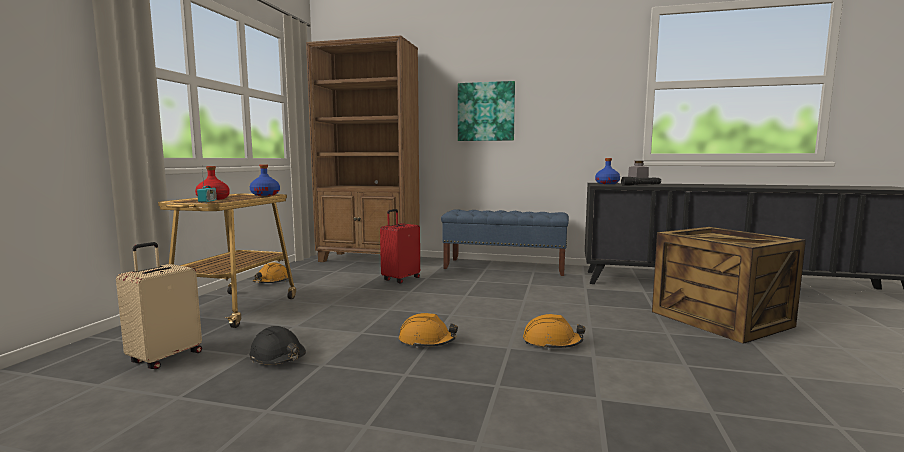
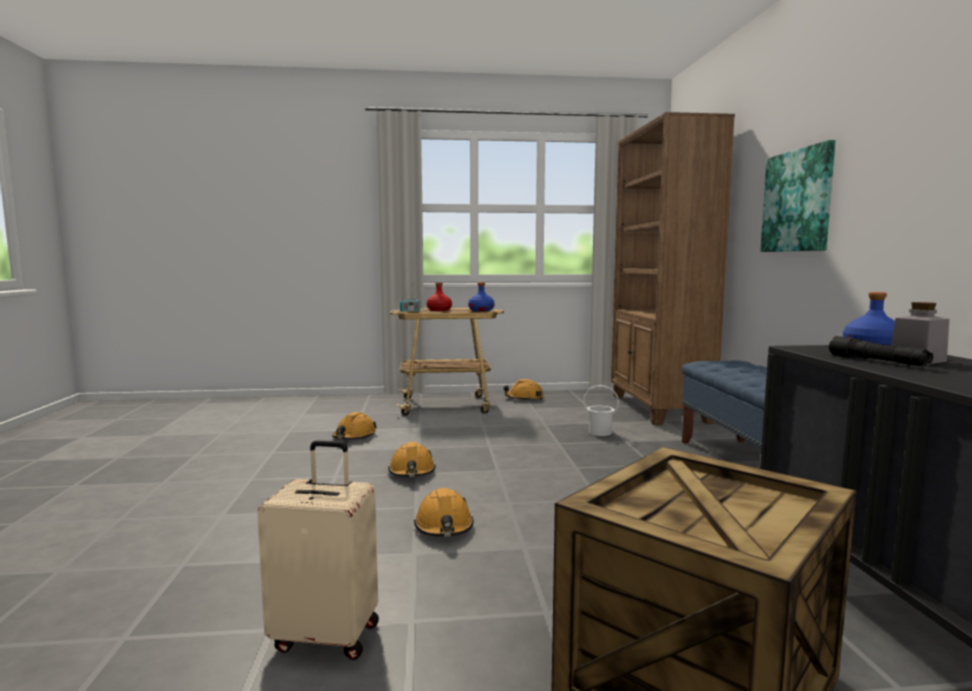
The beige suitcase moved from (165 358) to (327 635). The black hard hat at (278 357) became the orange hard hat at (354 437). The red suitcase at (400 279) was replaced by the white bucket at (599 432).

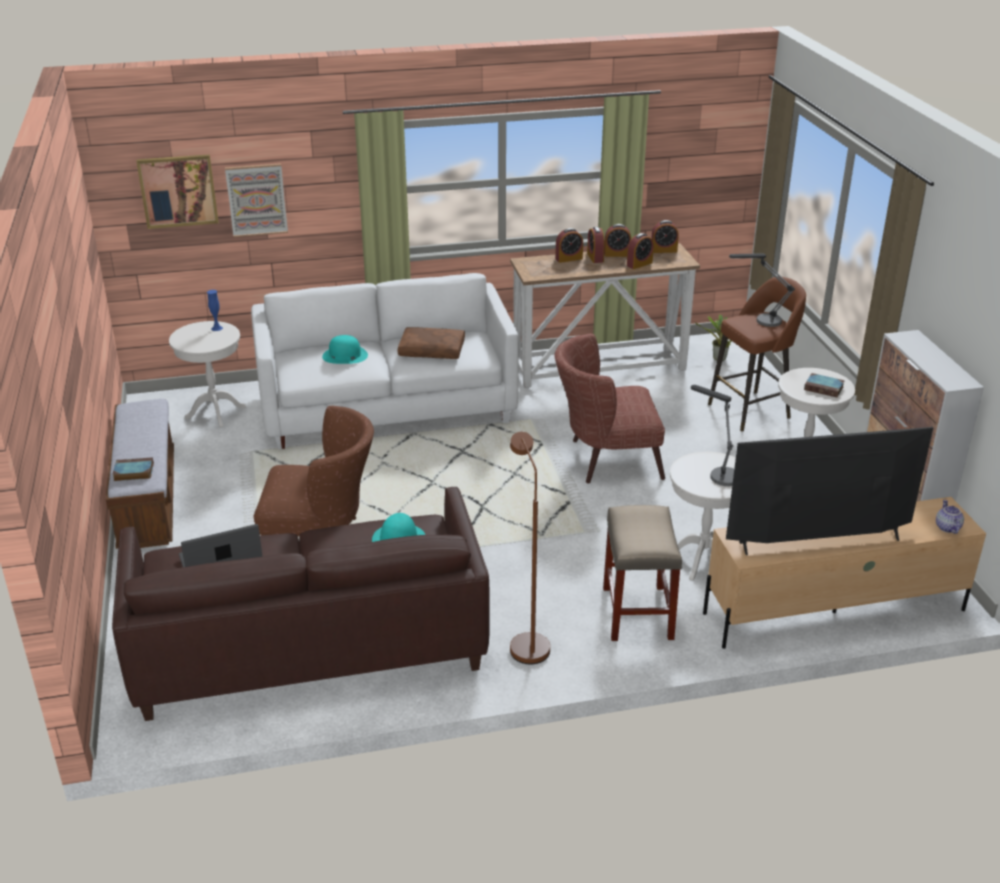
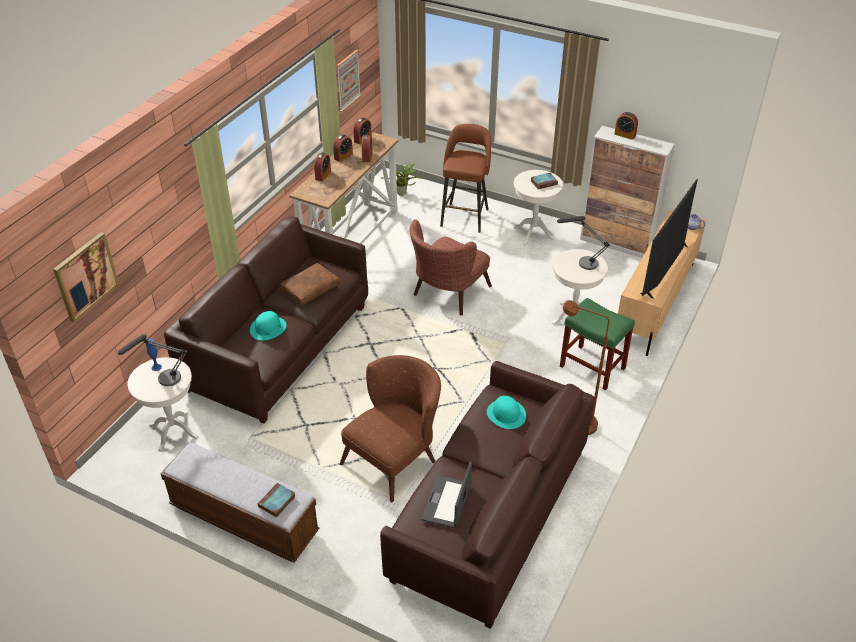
The table lamp moved from (761 320) to (163 381). The white sofa at (388 407) became the brown sofa at (279 347). The picture moved from (256 200) to (348 80). The beige stool at (637 612) became the green stool at (591 367). The alarm clock moved from (595 257) to (625 135).

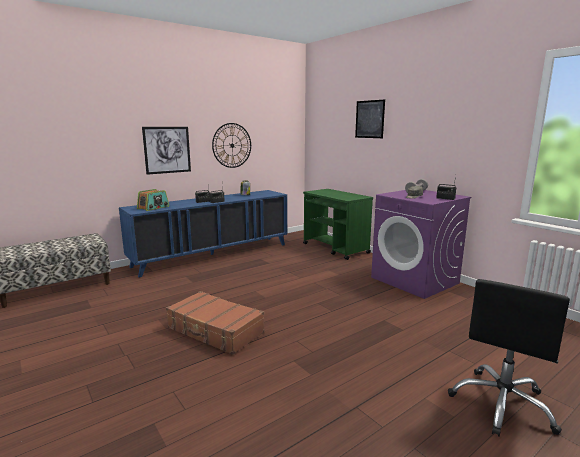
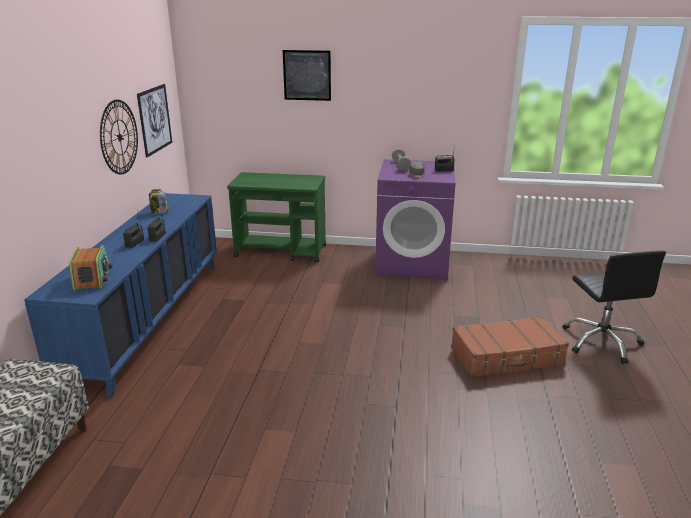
The picture moved from (167 150) to (155 119). The brown suitcase moved from (215 331) to (507 357).

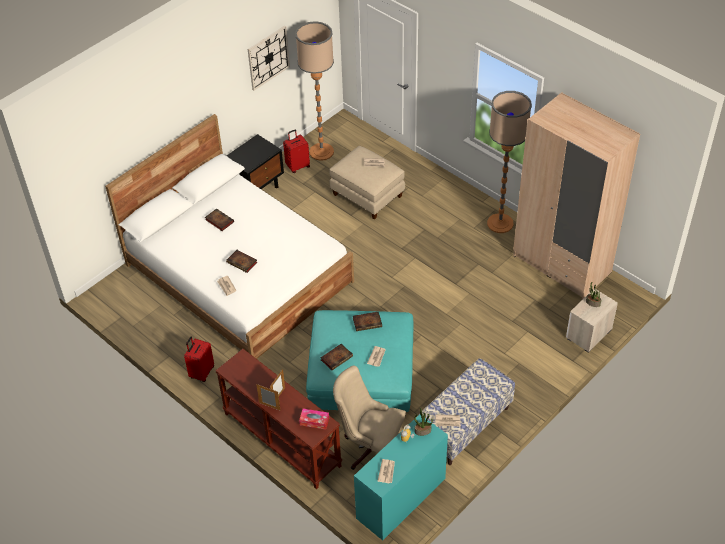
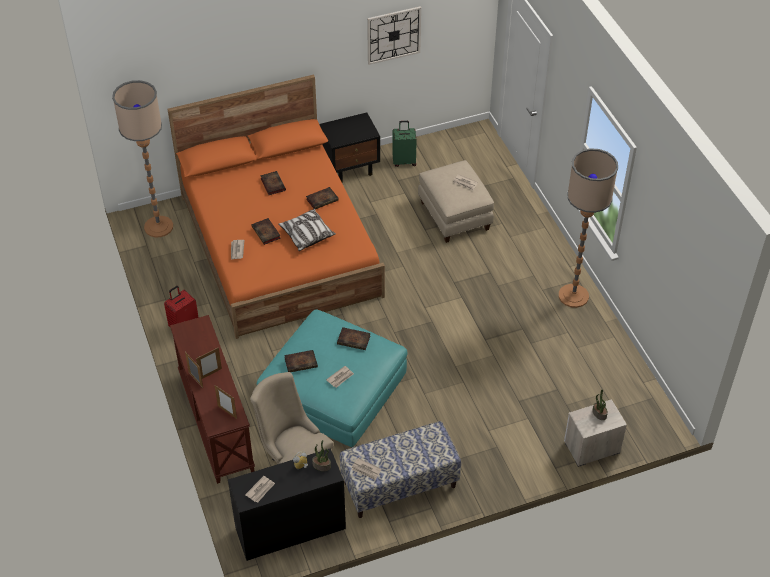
The floor lamp moved from (321 152) to (158 227). The white bed at (238 272) became the orange bed at (280 245). The tissue box at (314 421) was replaced by the picture frame at (227 412). The turquoise desk at (401 498) became the black desk at (290 529). The pillow at (307 235) appeared. The book at (322 199) appeared. The red suitcase at (297 166) became the green suitcase at (404 161). The beige wardrobe at (561 264) disappeared.

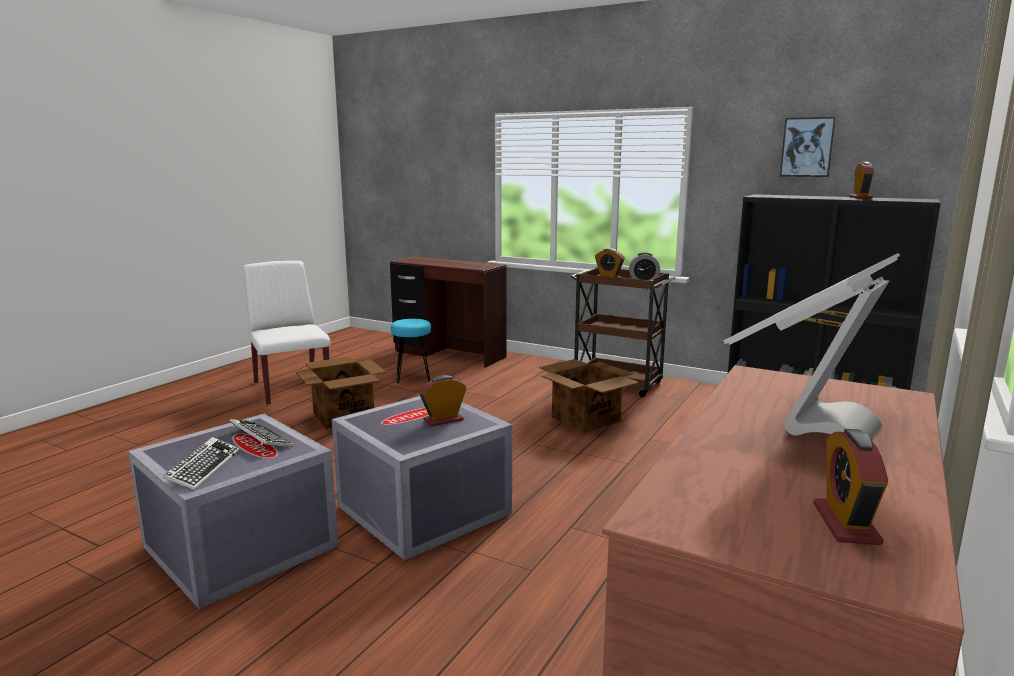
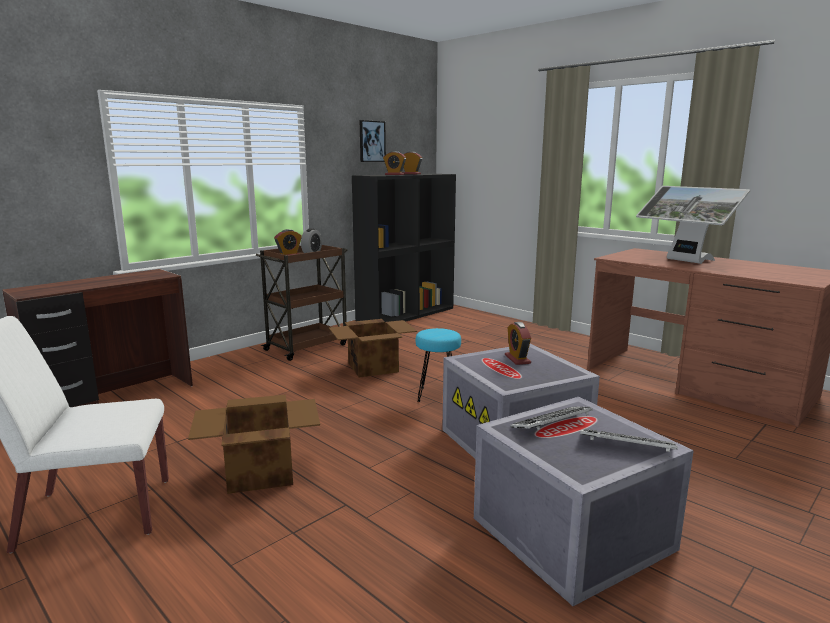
The alarm clock moved from (845 523) to (394 174). The turquoise stool moved from (412 377) to (437 395).

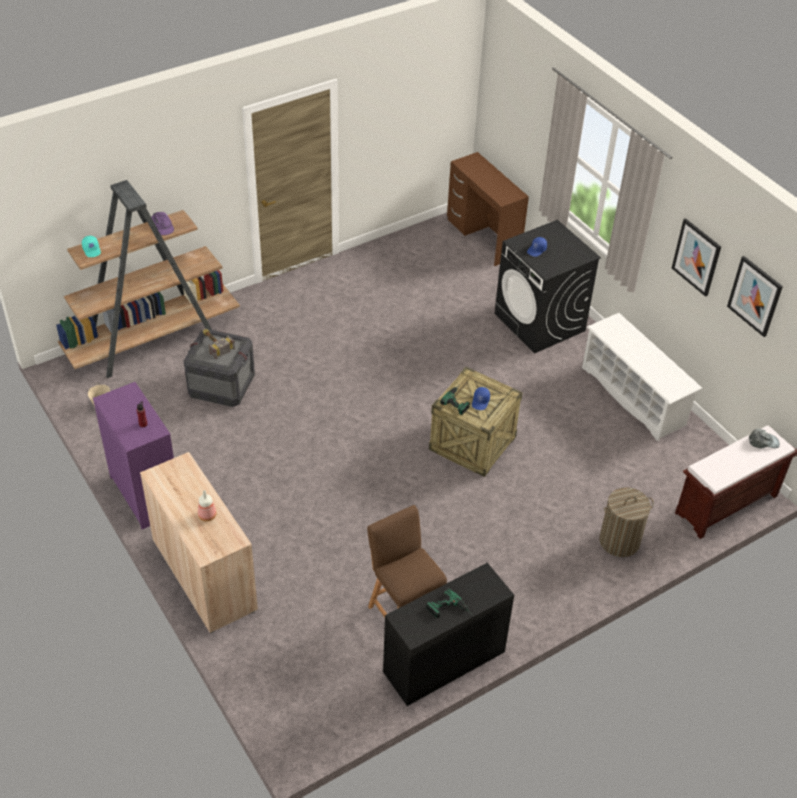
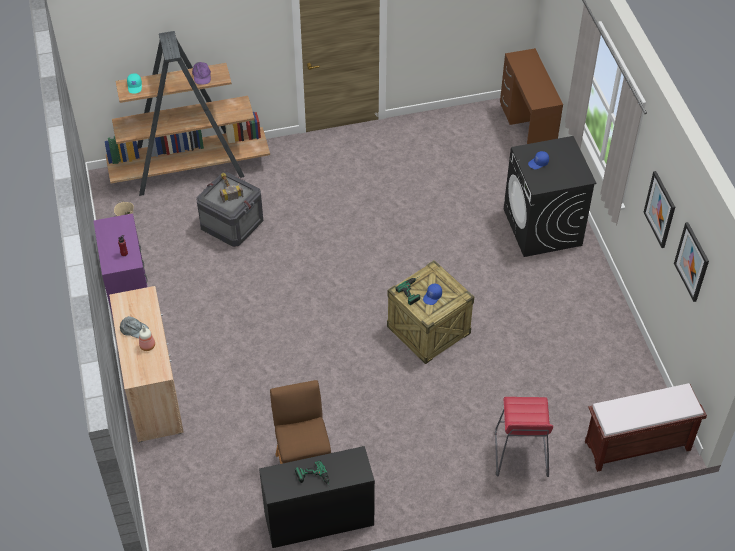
The grey cap moved from (763 441) to (134 329). The laundry basket at (619 541) was replaced by the red stool at (520 454). The white shoe rack at (633 396) disappeared.

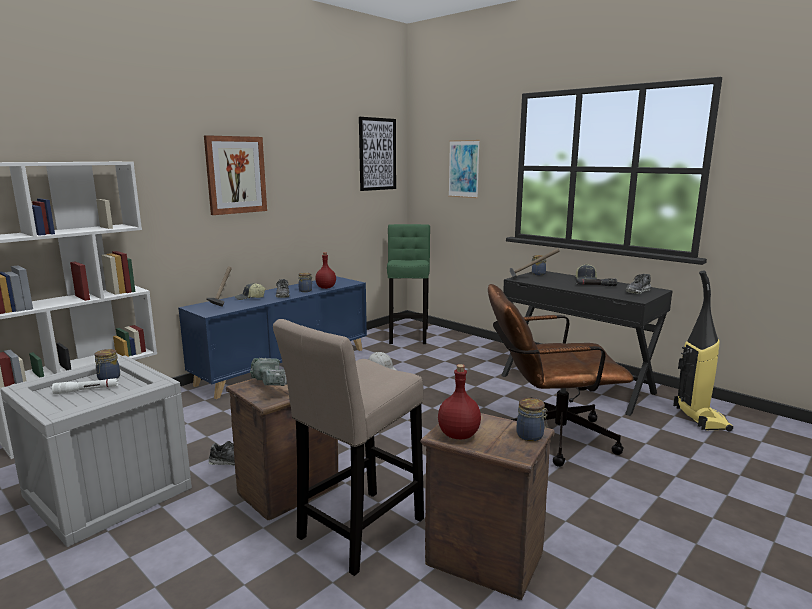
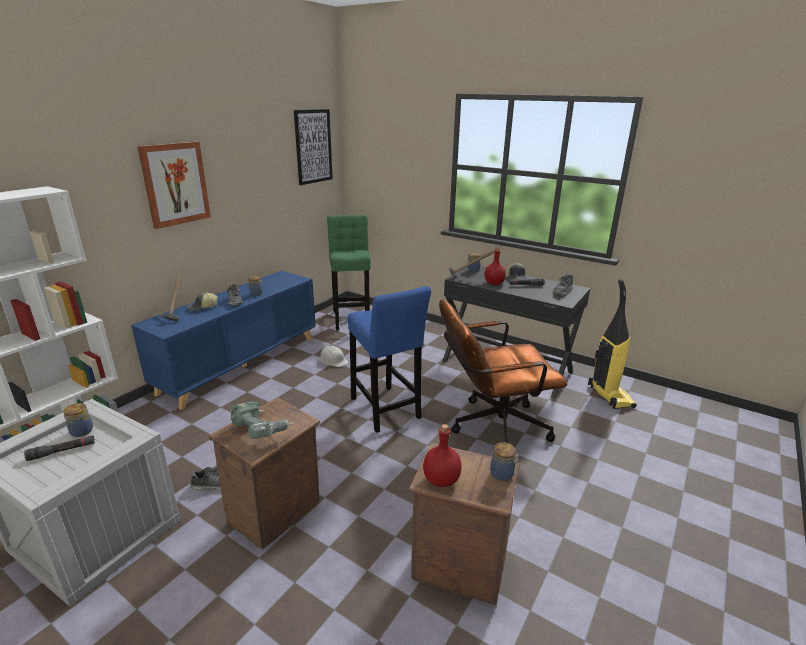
The white flashlight at (87 390) became the black flashlight at (62 451). The blue stool at (386 410) appeared. The red bottle moved from (325 288) to (494 283). The beige stool at (357 532) disappeared. The picture at (464 169) disappeared.

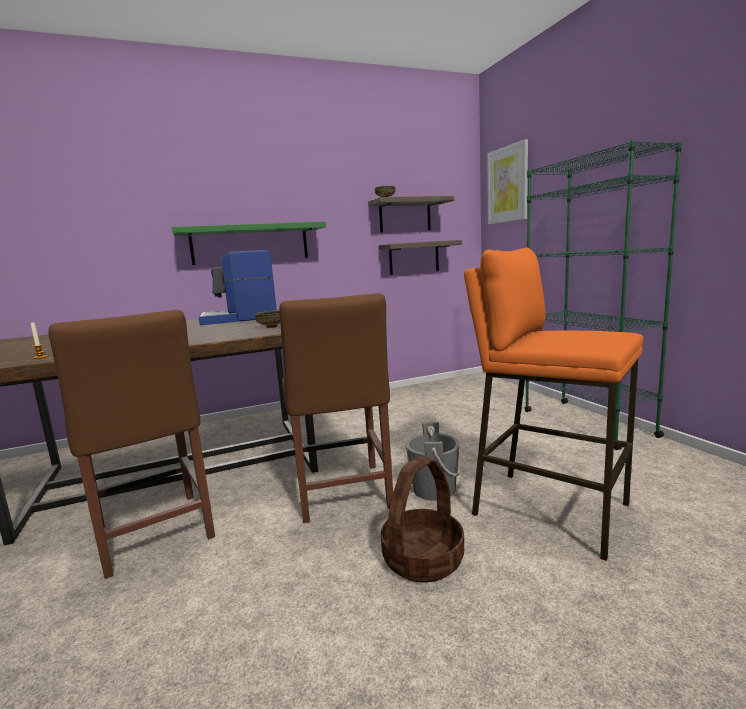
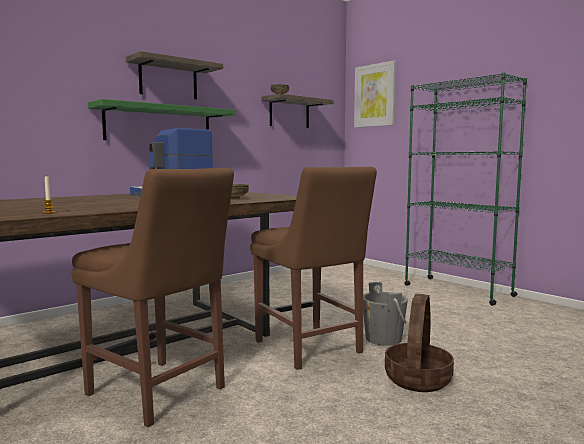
The shelf moved from (414 258) to (168 79). The orange stool at (549 509) disappeared.

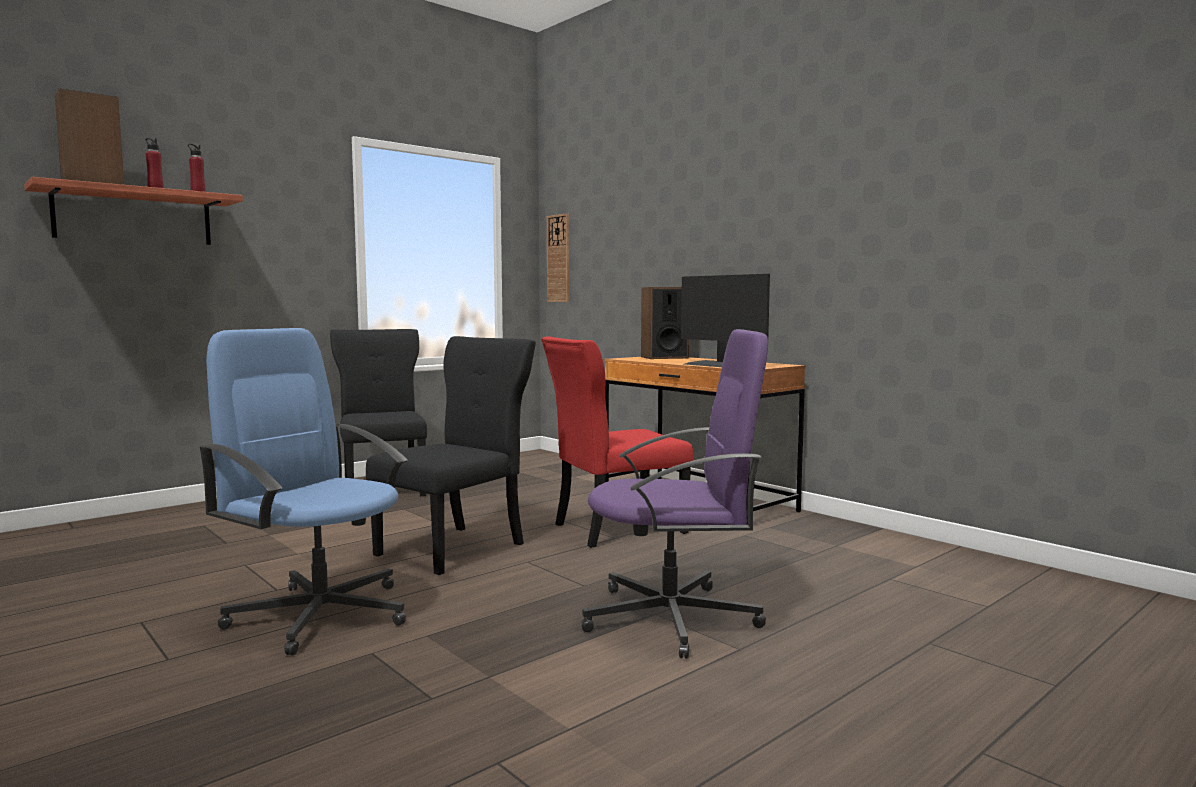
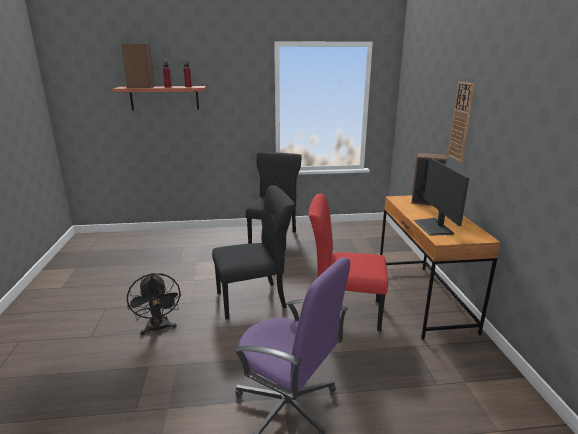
The blue office chair at (320 614) was replaced by the black fan at (158 329). The wall clock moved from (558 258) to (461 122).

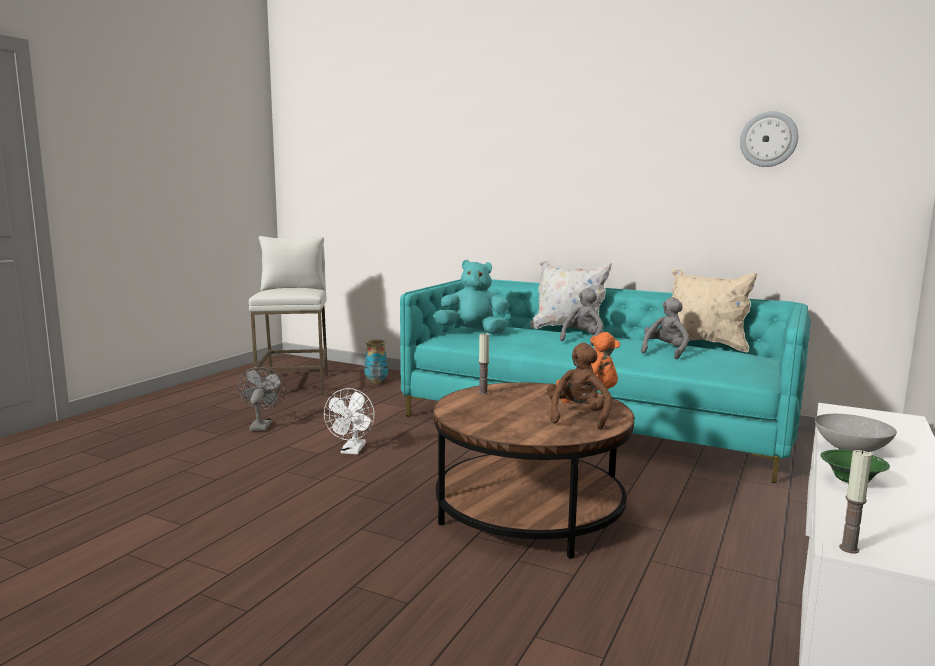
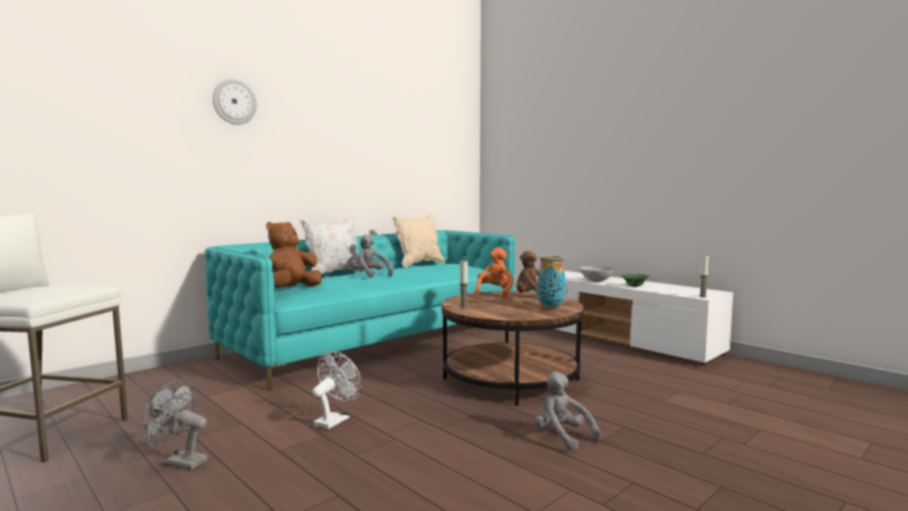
The wall clock moved from (768 139) to (234 102). The turquoise plush toy at (473 332) became the brown plush toy at (292 289). The white fan at (352 451) turned 90 degrees counterclockwise. The grey plush toy moved from (665 352) to (562 437). The vase moved from (376 382) to (550 308).

